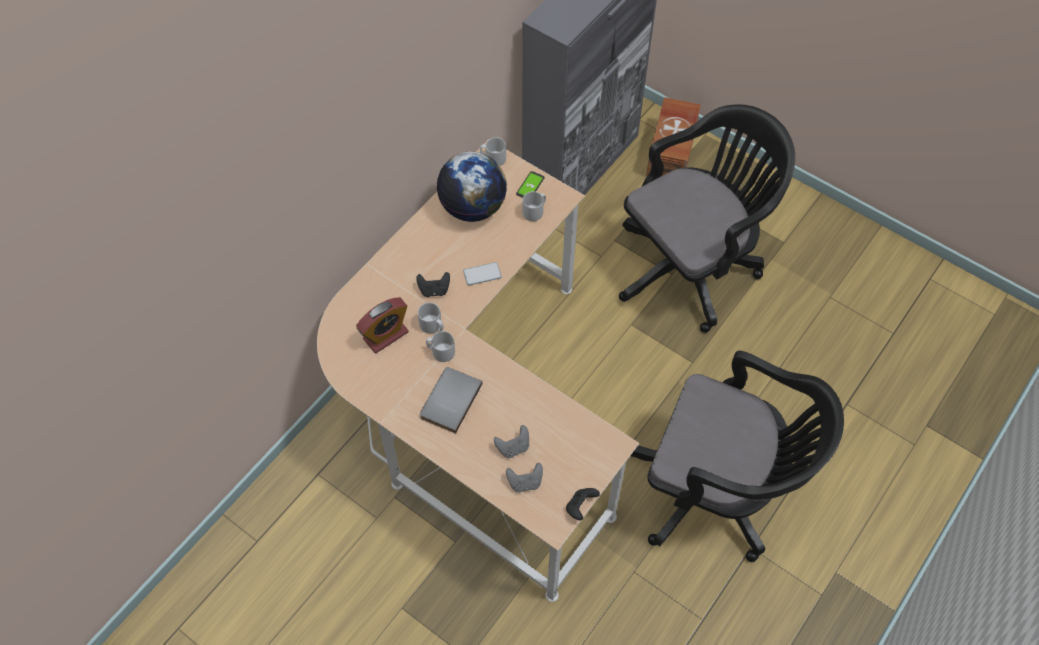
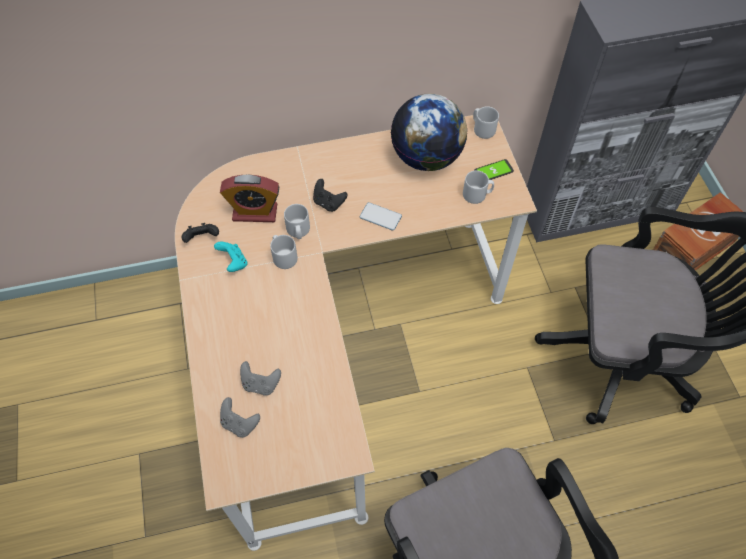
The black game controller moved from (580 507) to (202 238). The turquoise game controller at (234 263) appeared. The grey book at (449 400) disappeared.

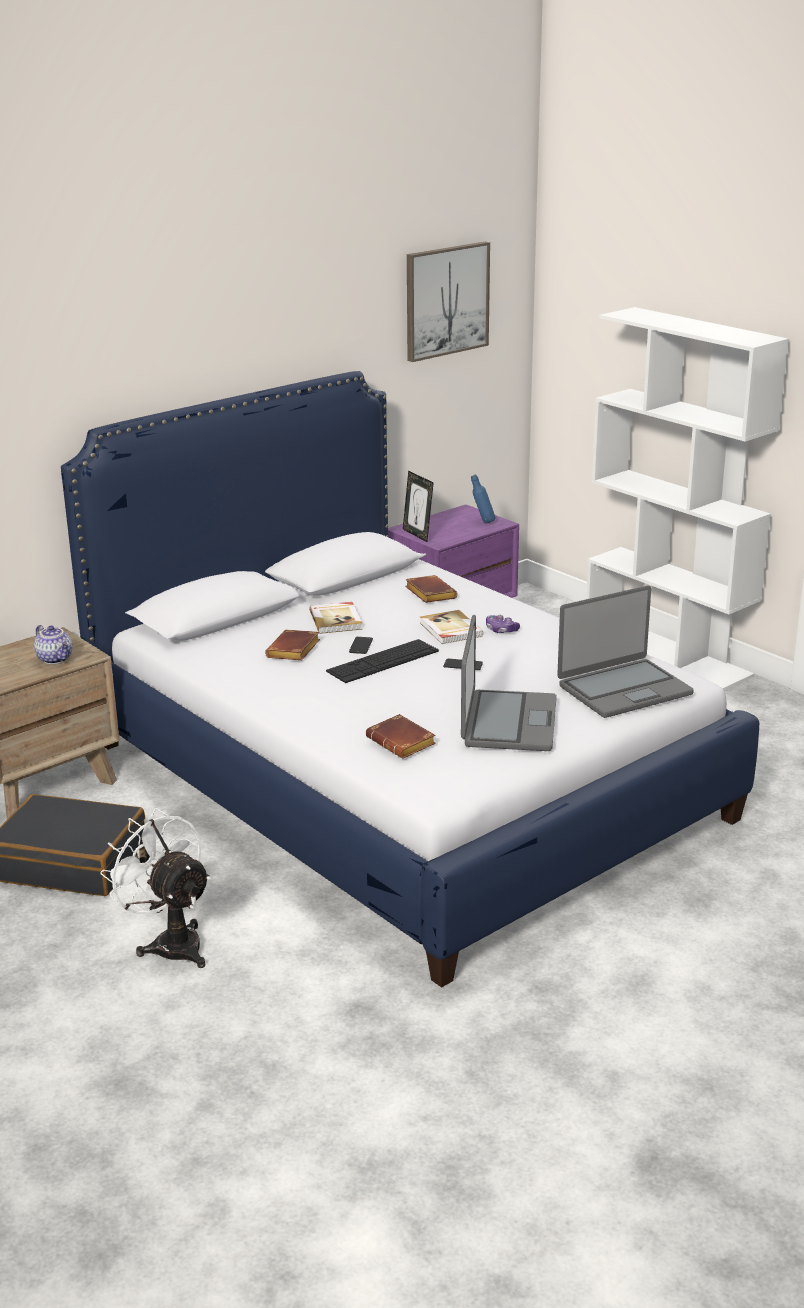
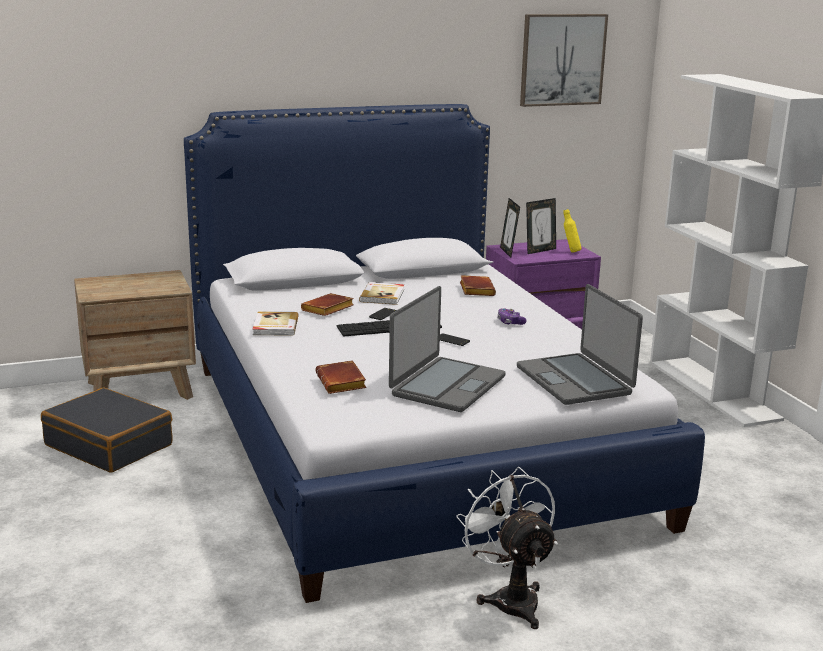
The book moved from (450 630) to (275 326). The white fan moved from (170 943) to (510 598). The laptop at (623 689) turned 75 degrees clockwise. The picture frame at (539 250) appeared. The blue bottle at (482 522) became the yellow bottle at (570 251). The teapot at (56 659) disappeared.

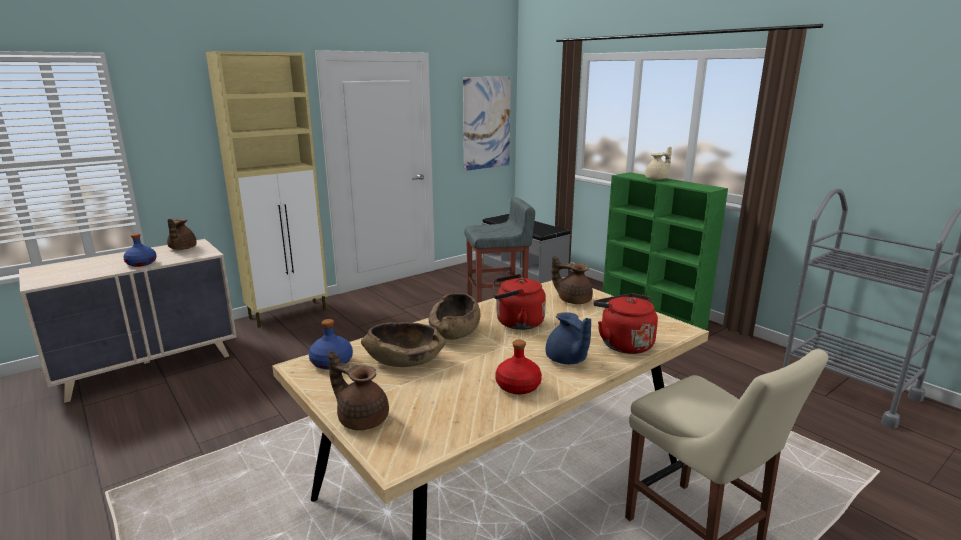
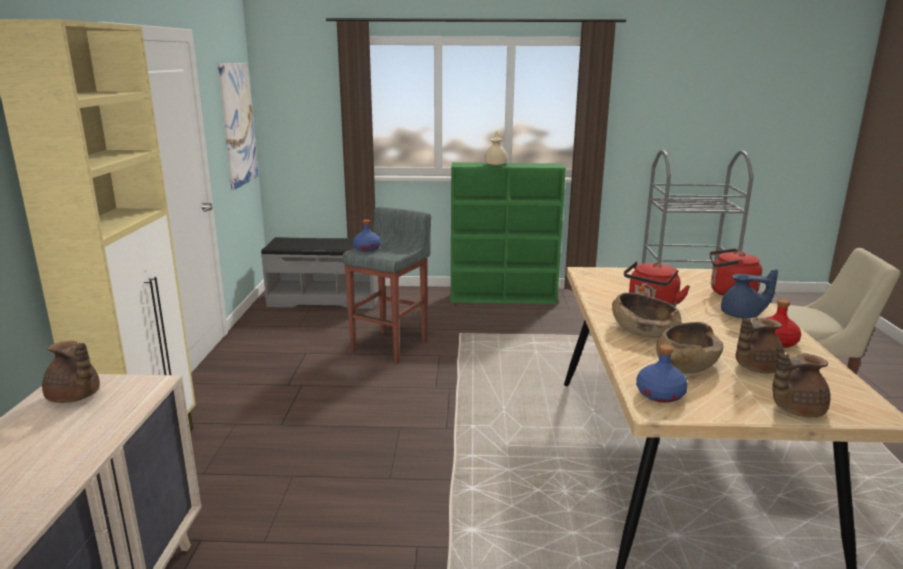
The blue bottle moved from (142 263) to (367 249). The brown teapot moved from (573 300) to (755 368).

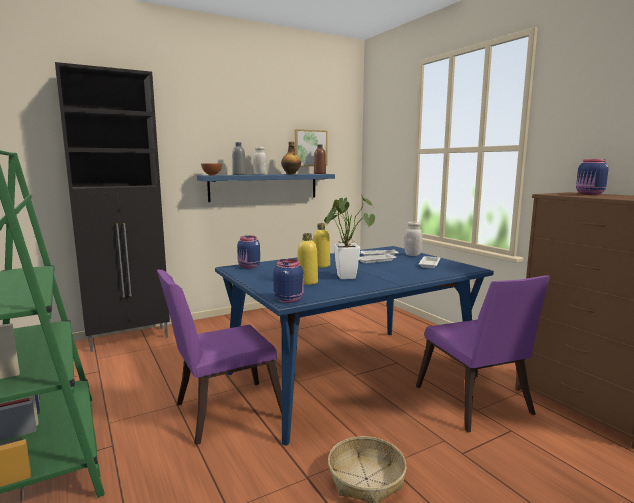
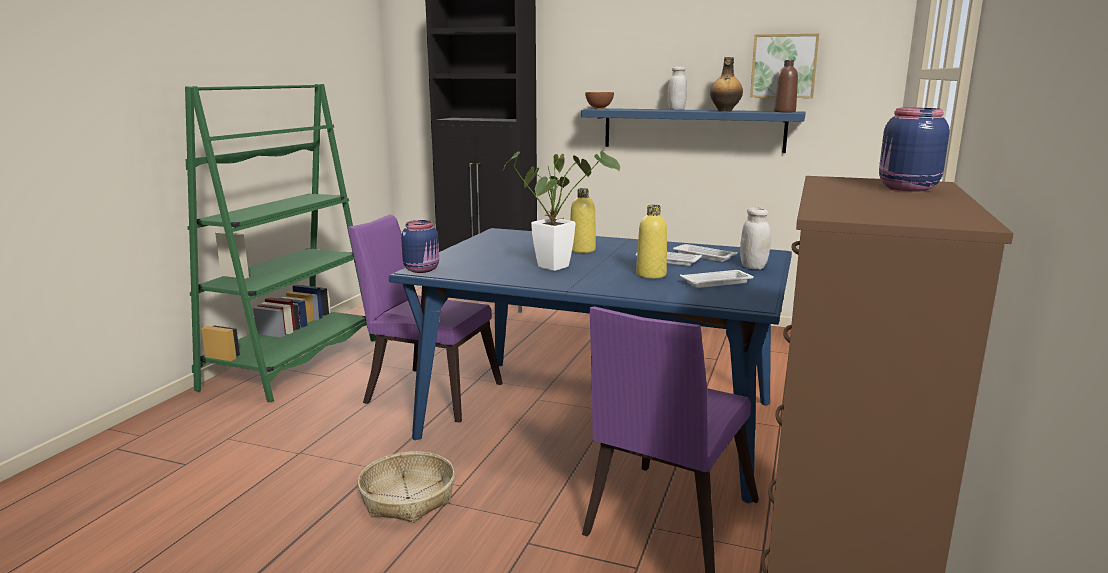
The yellow bottle moved from (307 282) to (651 275). The grey bottle at (239 174) disappeared. The blue jar at (249 266) disappeared.

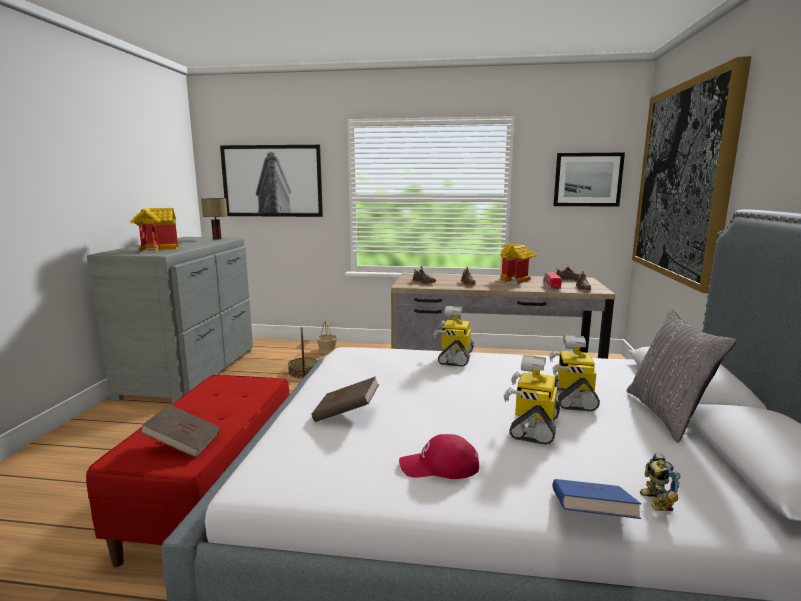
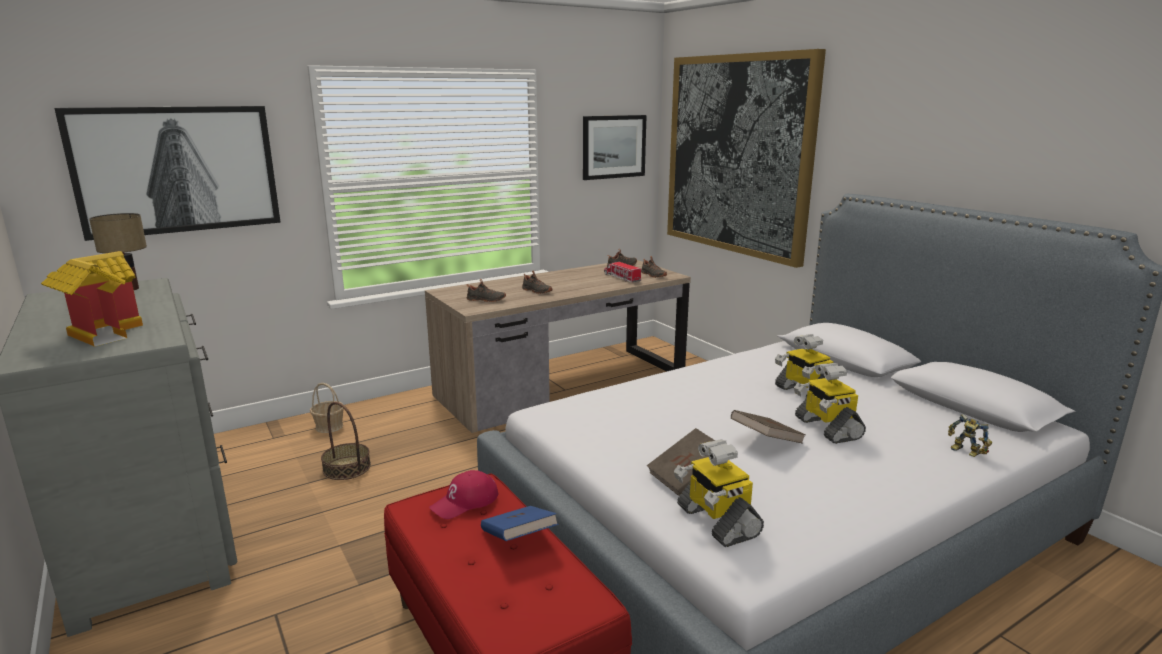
The red cap moved from (439 466) to (465 502). The blue book moved from (590 517) to (518 539). The toy robot moved from (455 357) to (716 521). The brown book moved from (184 444) to (766 441). The toy house at (516 280) disappeared. The grey pillow at (667 415) disappeared.

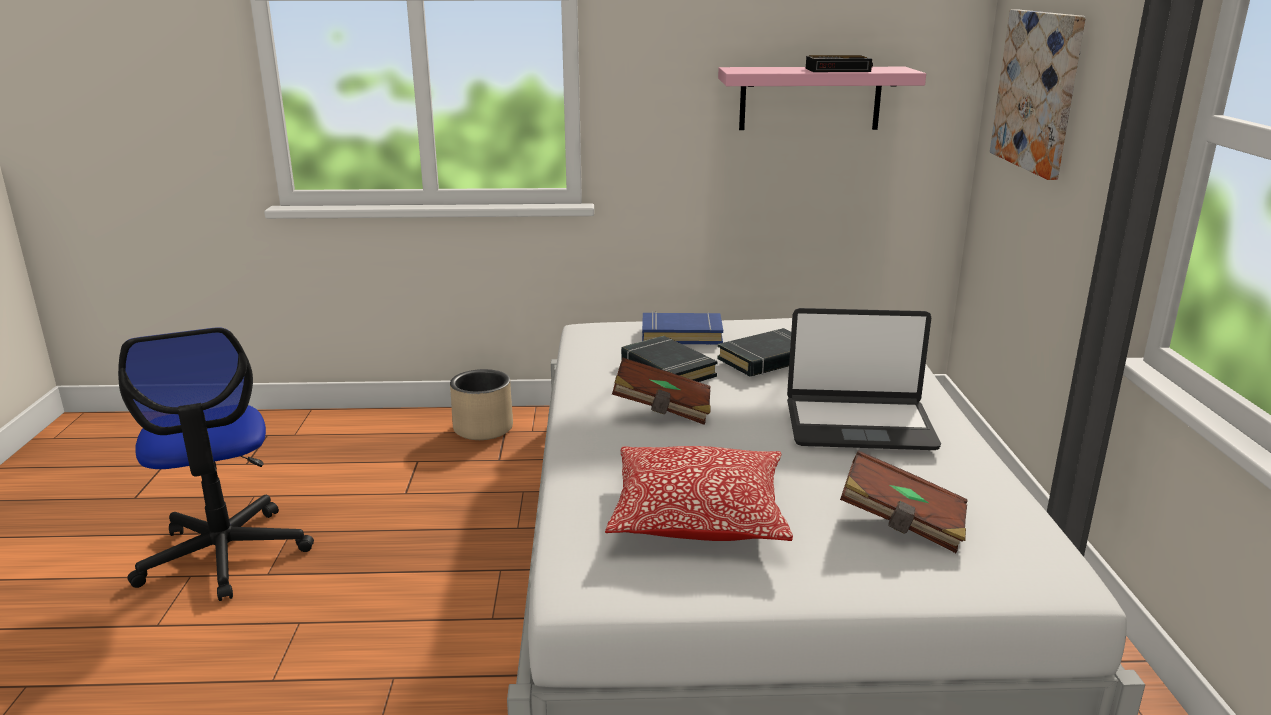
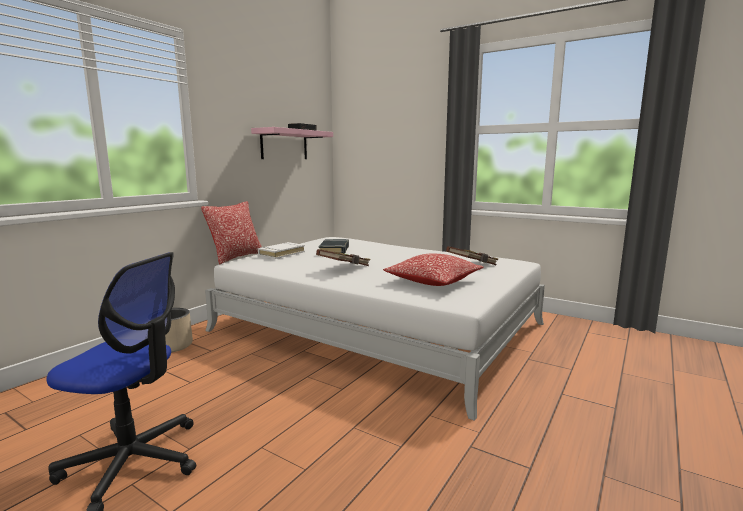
The pillow at (236 257) appeared. The blue book at (681 335) became the white book at (281 254). The black book at (667 369) disappeared. The laptop at (859 424) disappeared. The picture at (1038 91) disappeared.

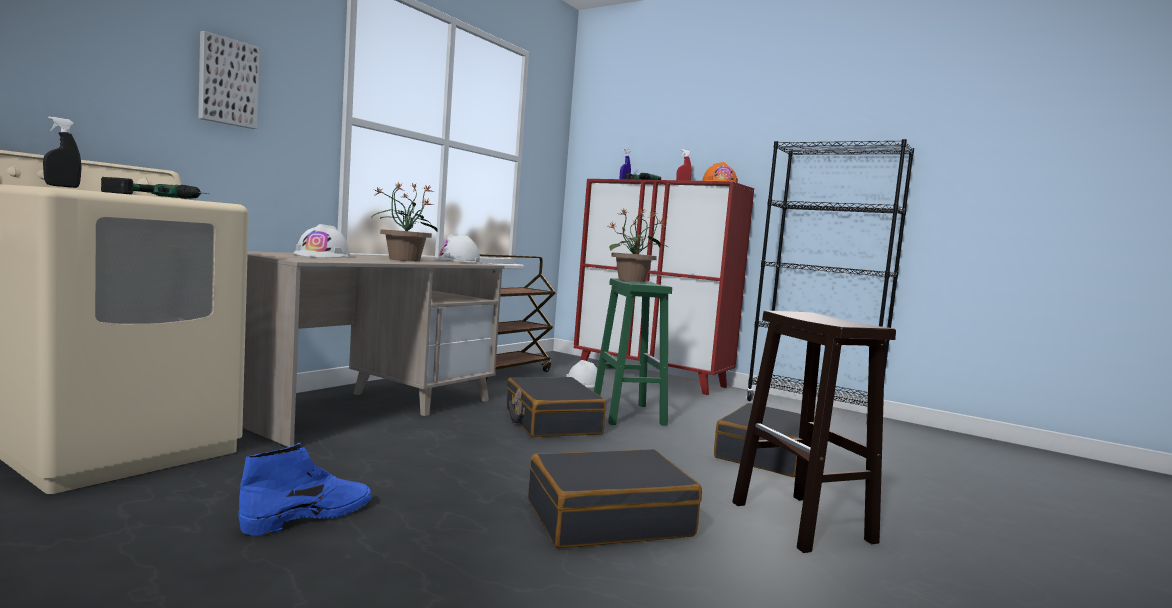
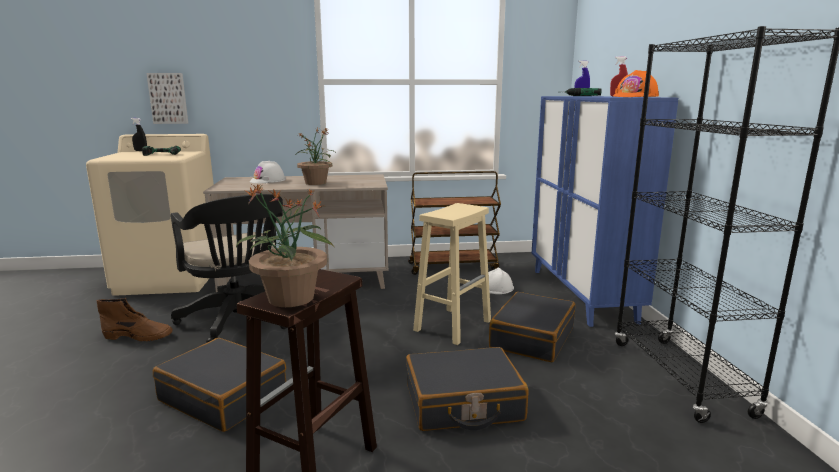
The blue boot at (310 516) became the brown boot at (139 336). The picture moved from (227 82) to (168 98). The black office chair at (240 321) appeared. The potted plant moved from (632 280) to (291 299). The green stool at (627 414) became the beige stool at (453 325). The black suitcase moved from (551 422) to (531 338). The red cabinet at (650 377) became the blue cabinet at (581 294). The white hard hat at (457 261) disappeared.

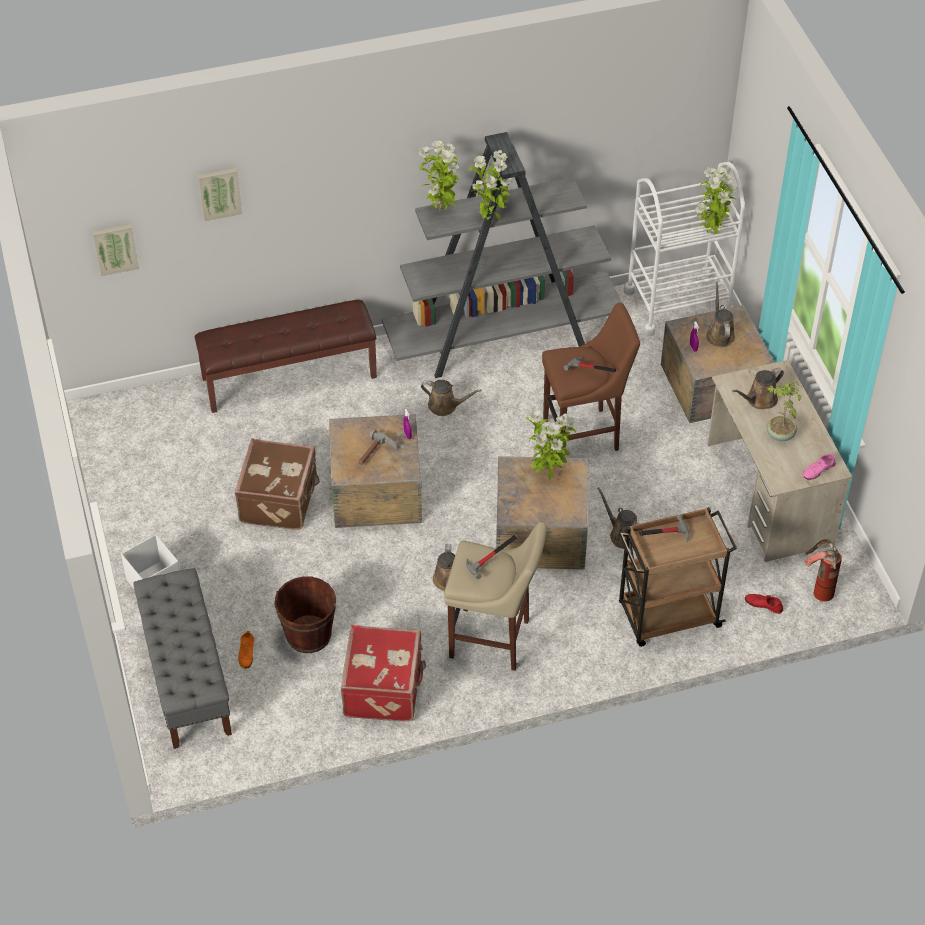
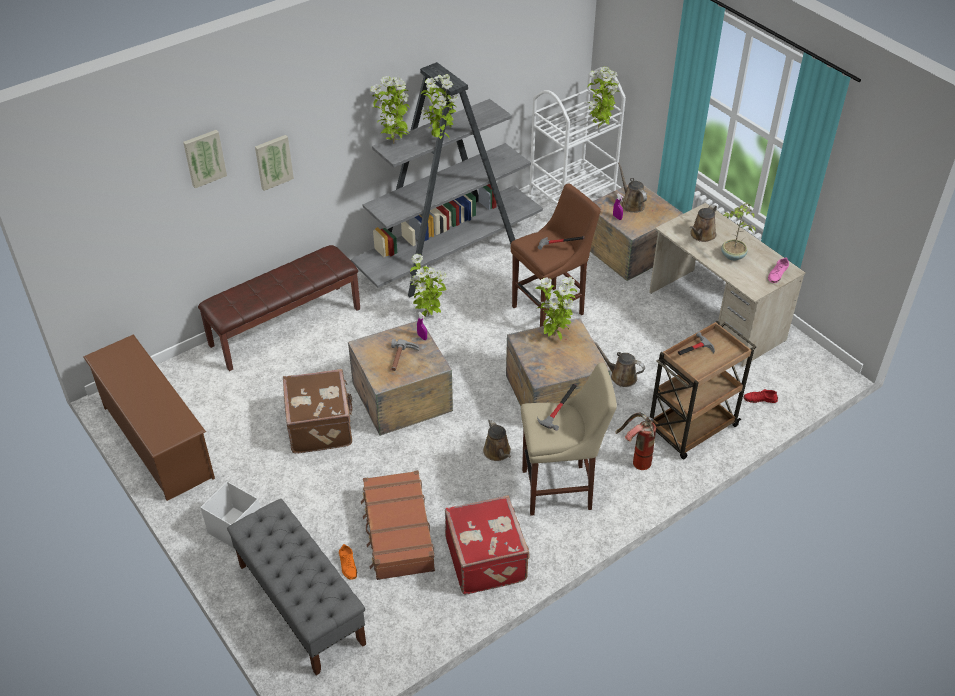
The brown shoe rack at (157 441) appeared. The picture moved from (115 248) to (273 161). The brown bucket at (308 635) was replaced by the brown suitcase at (397 532). The brown watering can at (445 406) was replaced by the potted plant at (428 316). The fire extinguisher moved from (817 588) to (635 460).

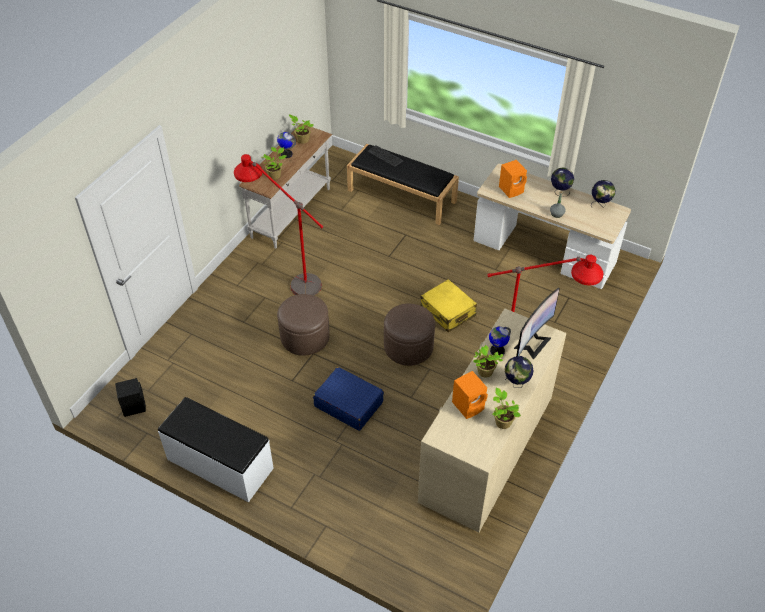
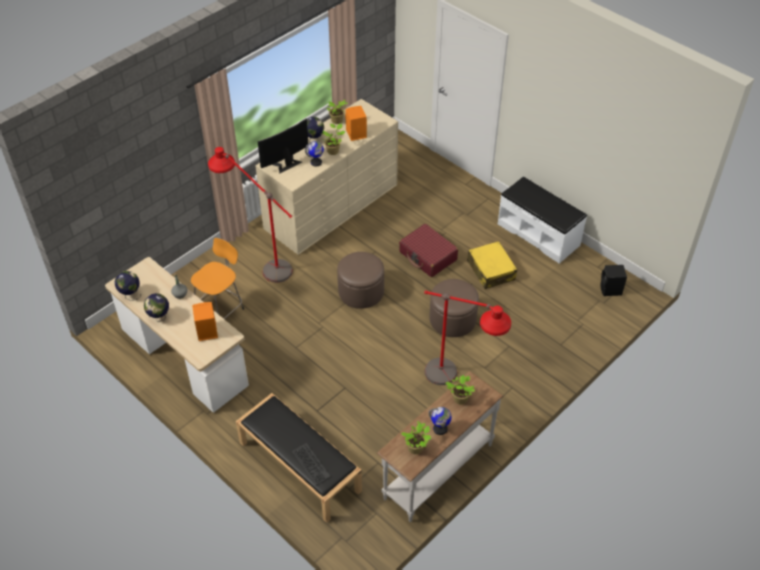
The orange stool at (220 311) appeared. The blue suitcase at (348 404) became the red suitcase at (428 256). The yellow suitcase moved from (448 312) to (491 270).

